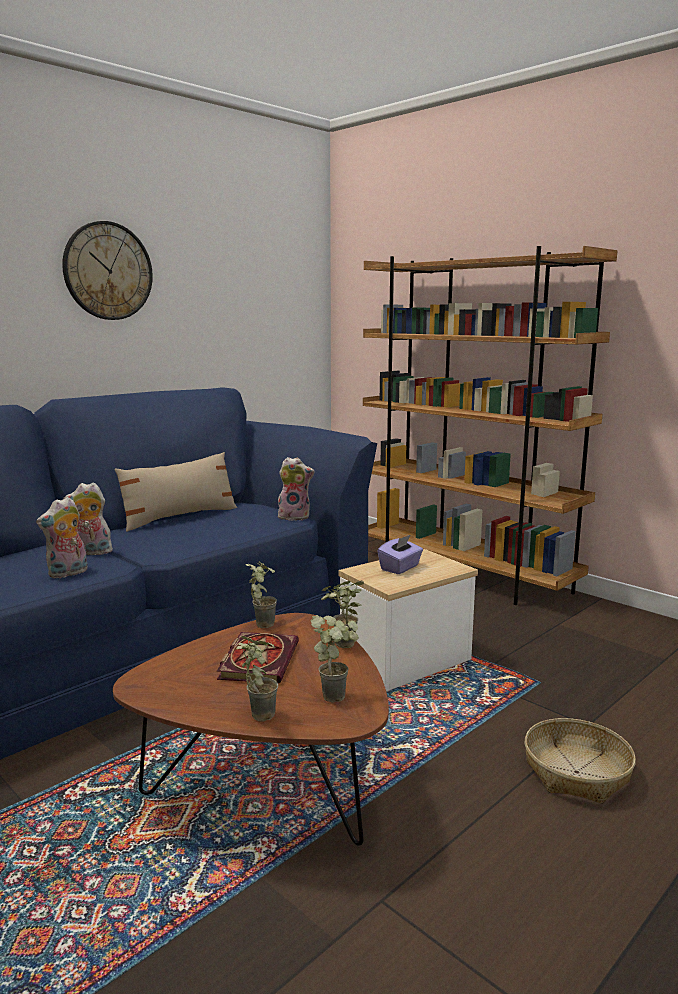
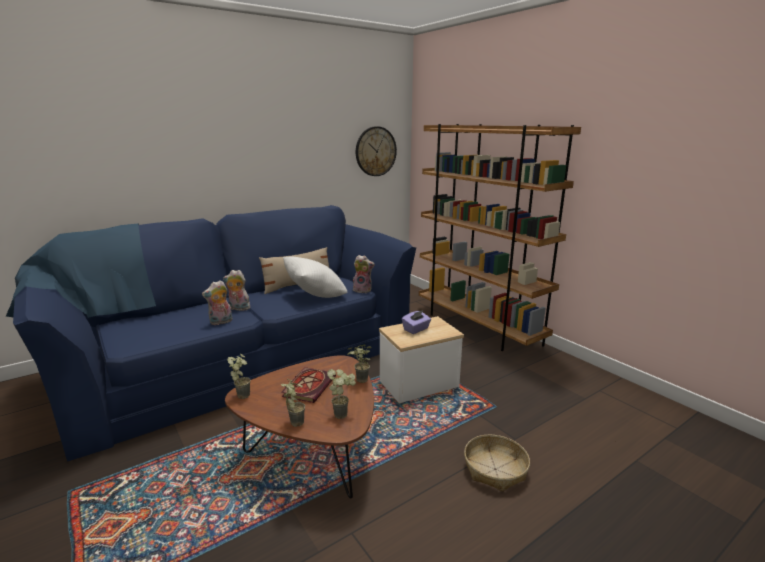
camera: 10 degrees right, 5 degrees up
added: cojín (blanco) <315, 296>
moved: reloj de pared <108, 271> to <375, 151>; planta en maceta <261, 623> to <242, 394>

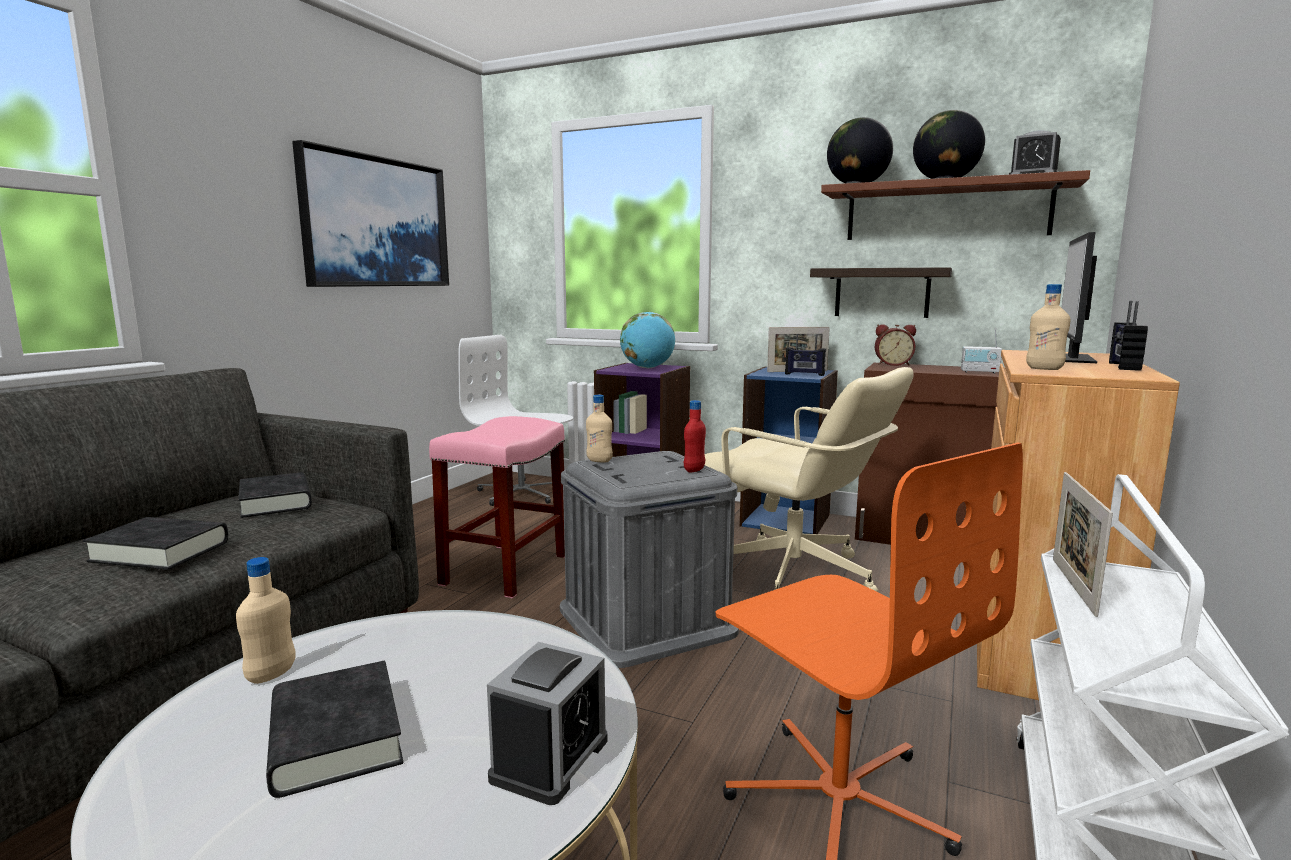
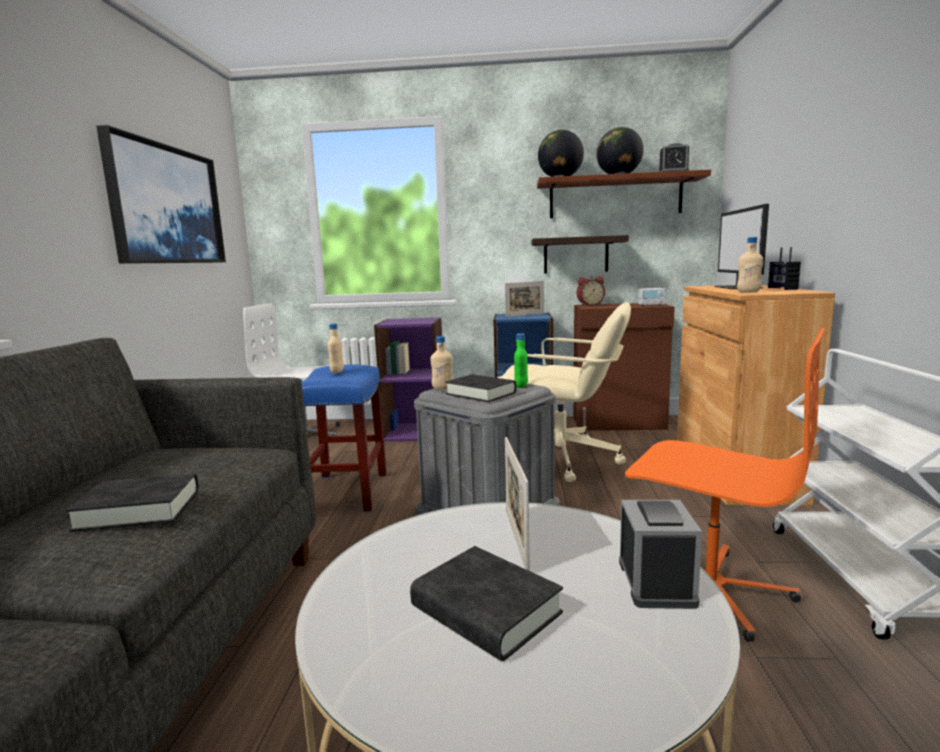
camera: 20 degrees left, 0 degrees up
removed: globo terráqueo <647, 368>; radio <804, 374>
moved: botella (beis) <271, 675> to <337, 372>; libro (negro) <276, 502> to <481, 393>; portarretratos <1073, 586> to <516, 540>
recoloured: taburete (rosa) <505, 570> to taburete (azul) <346, 493>; botella (rojo) <694, 470> to botella (verde) <521, 386>

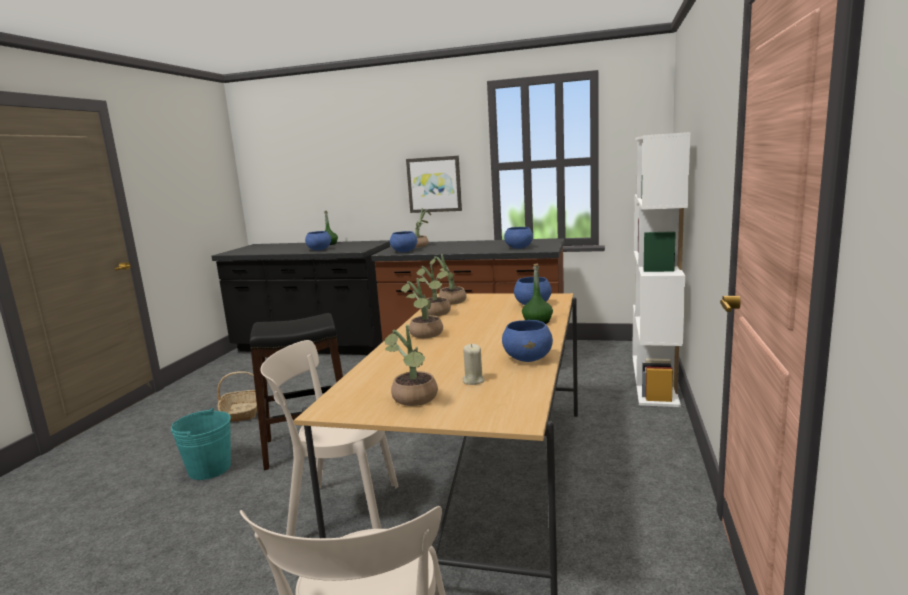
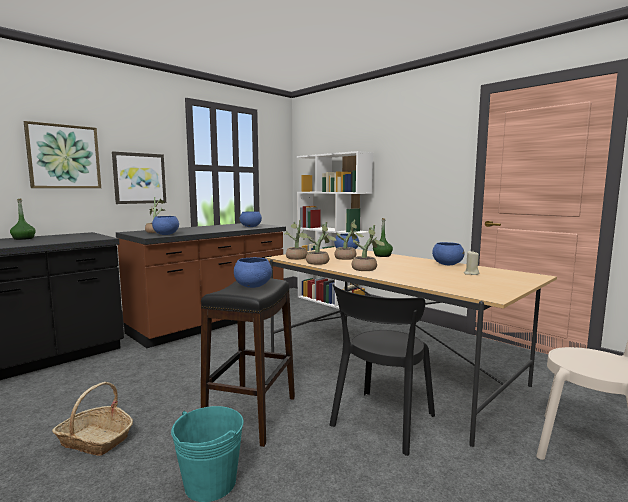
camera: 60 degrees left, 5 degrees down
added: cuadro <64, 157>
moved: cuenco (azul) <319, 249> to <252, 286>; planta en maceta <413, 400> to <347, 258>
recoloured: silla (beis) <339, 513> to silla (negro) <381, 423>

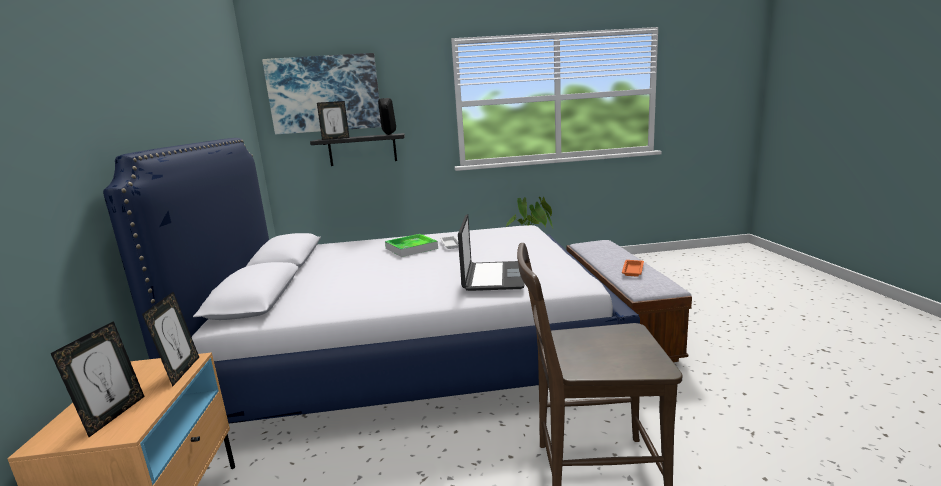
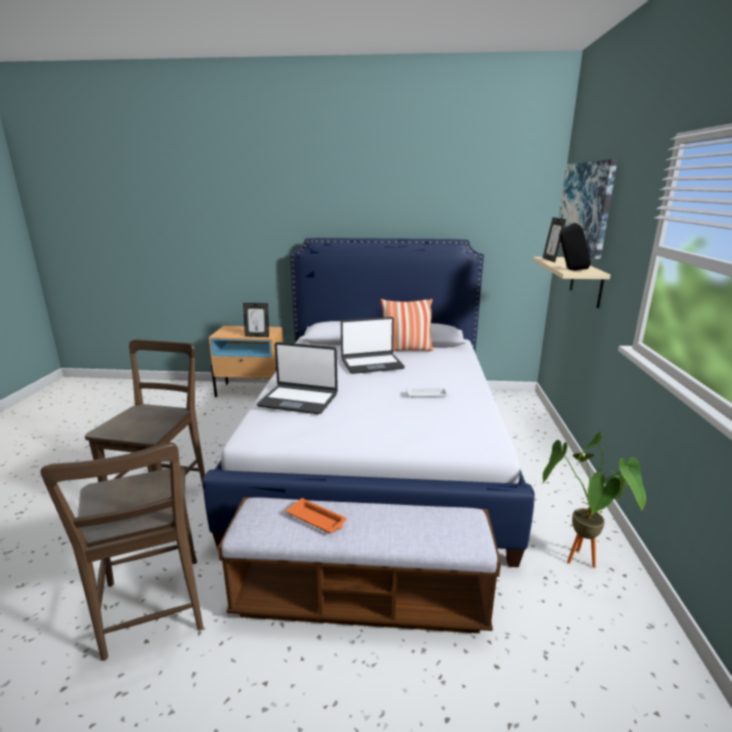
camera: 100 degrees right, 5 degrees up
removed: portarretratos <113, 415>; bandeja <411, 248>
added: silla (marrón) <153, 611>; portátil <372, 364>; cojín <406, 350>
recoloured: estante (negro) <362, 149> to estante (beis) <586, 281>

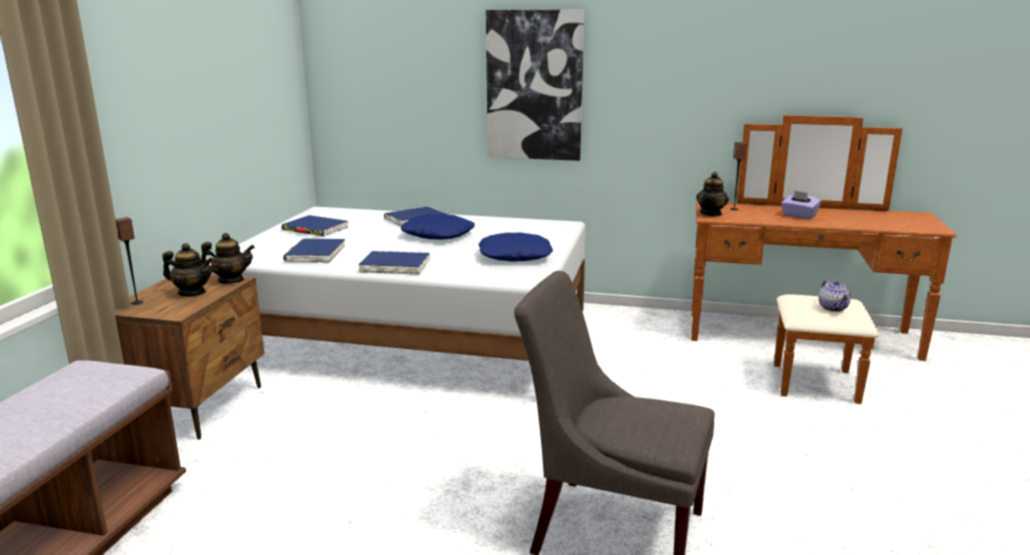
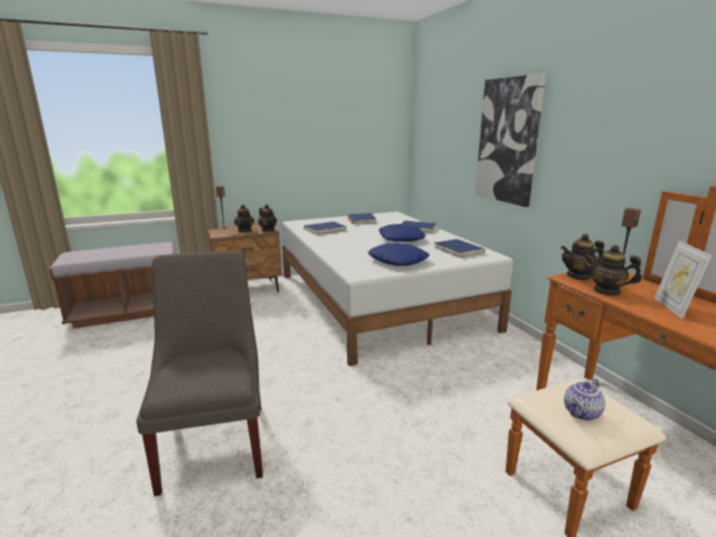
camera: 55 degrees right, 0 degrees up
added: tetera <606, 291>
moved: libro (azul) <395, 266> to <458, 250>
replaced: caja de pañuelos (morado) <799, 216> to portarretratos <673, 308>

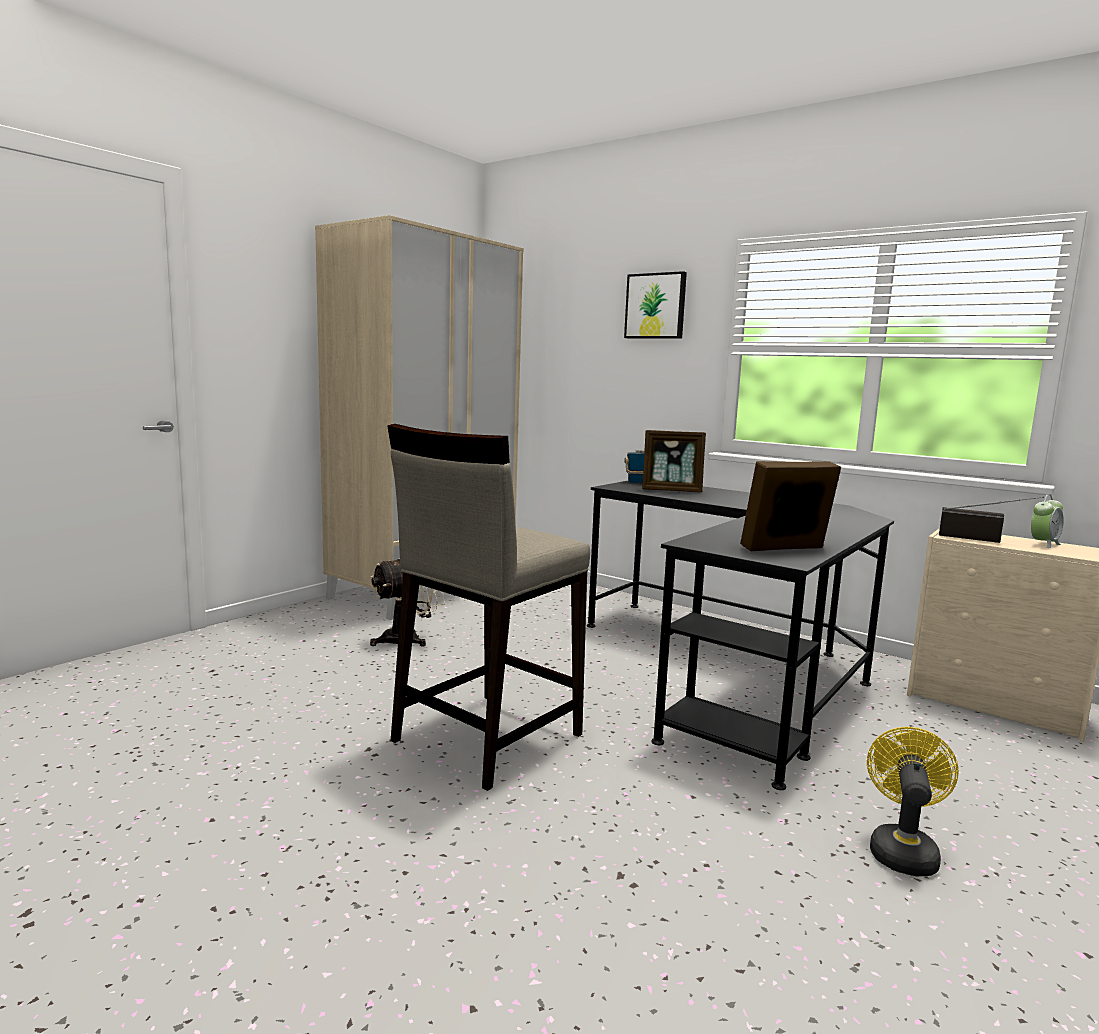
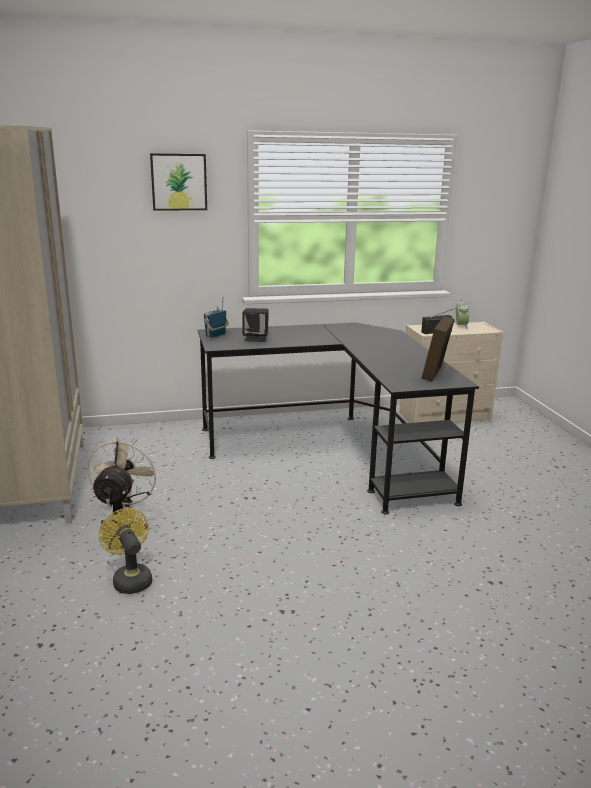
camera: 50 degrees left, 10 degrees up
removed: taburete (beis) <485, 737>
moved: ventilador (amarillo) <902, 850> to <130, 579>
replaced: portarretratos <671, 491> to altavoz (negro) <256, 338>

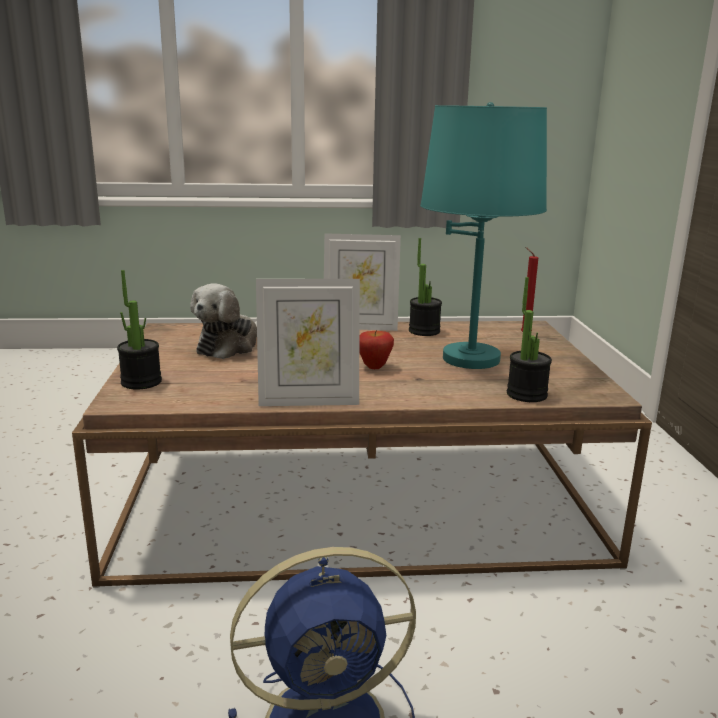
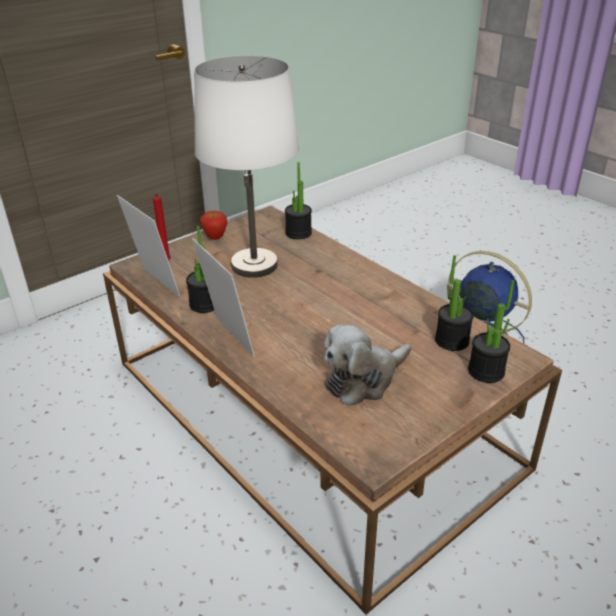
camera: 125 degrees left, 15 degrees up
added: planta en maceta <452, 341>
moved: portarretratos <309, 401> to <155, 285>; manzana <374, 367> to <215, 238>
recoloured: lámpara de mesa (turquesa) <471, 359> to lámpara de mesa (blanco) <253, 265>
turned: peluche <230, 346> = <363, 379> 150 degrees clockwise

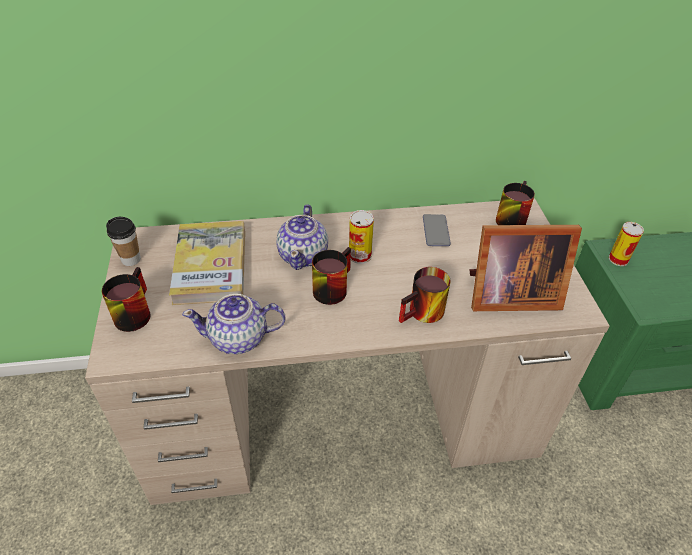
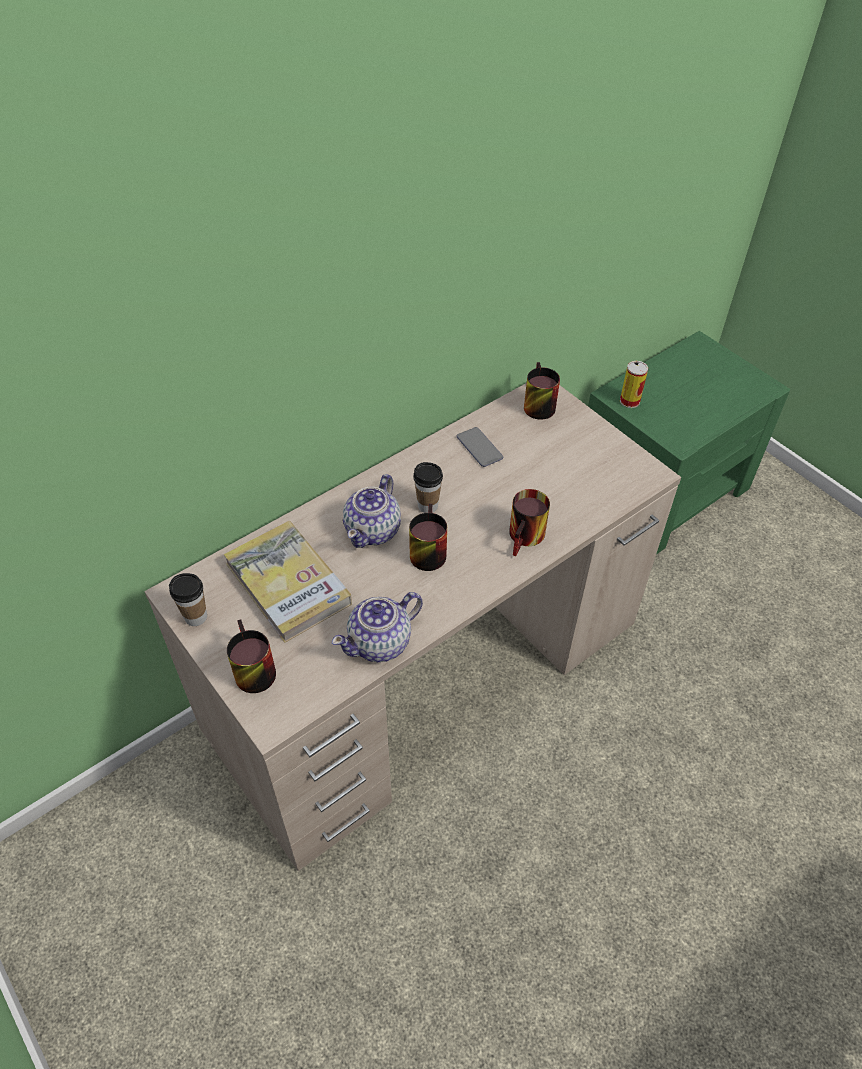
camera: 30 degrees left, 5 degrees up
removed: portarretratos <508, 295>
replaced: lata <360, 255> to taza <427, 506>
turned: tetera <303, 255> = <373, 530> 45 degrees clockwise

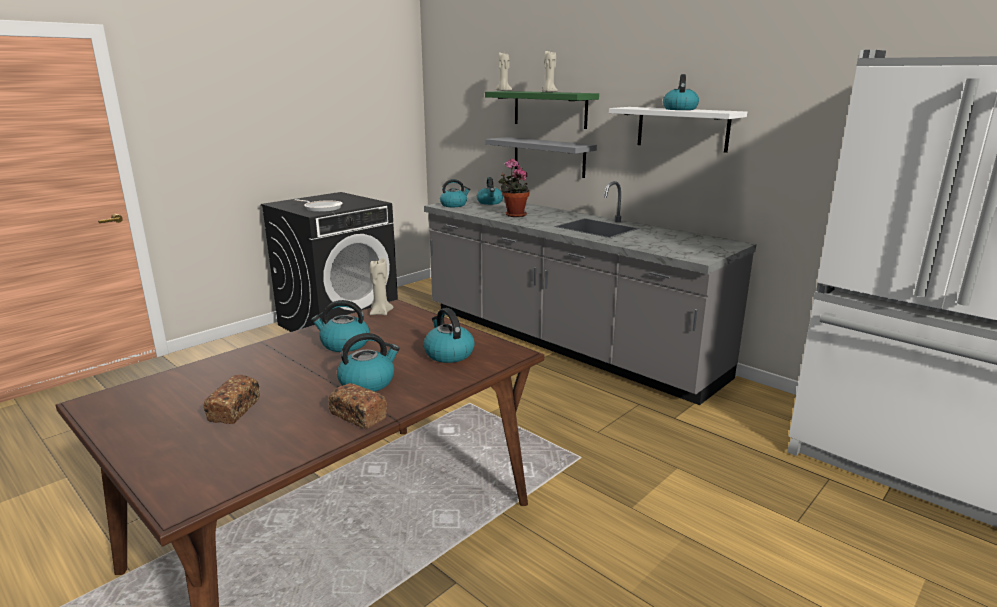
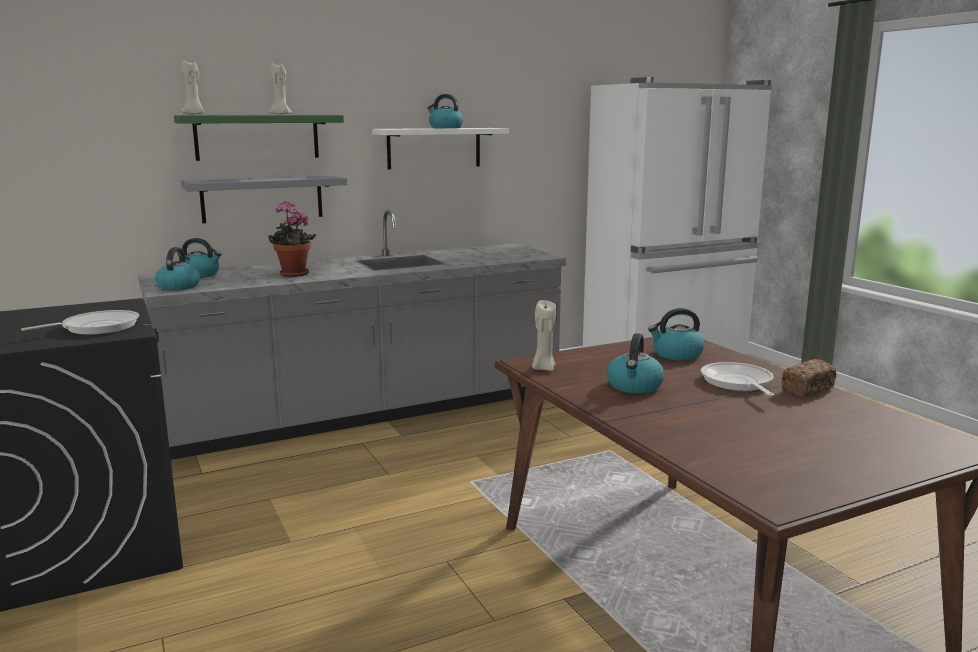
camera: 70 degrees left, 5 degrees down
removed: pan <235, 410>
replaced: hervidor <368, 382> to sartén <737, 383>

